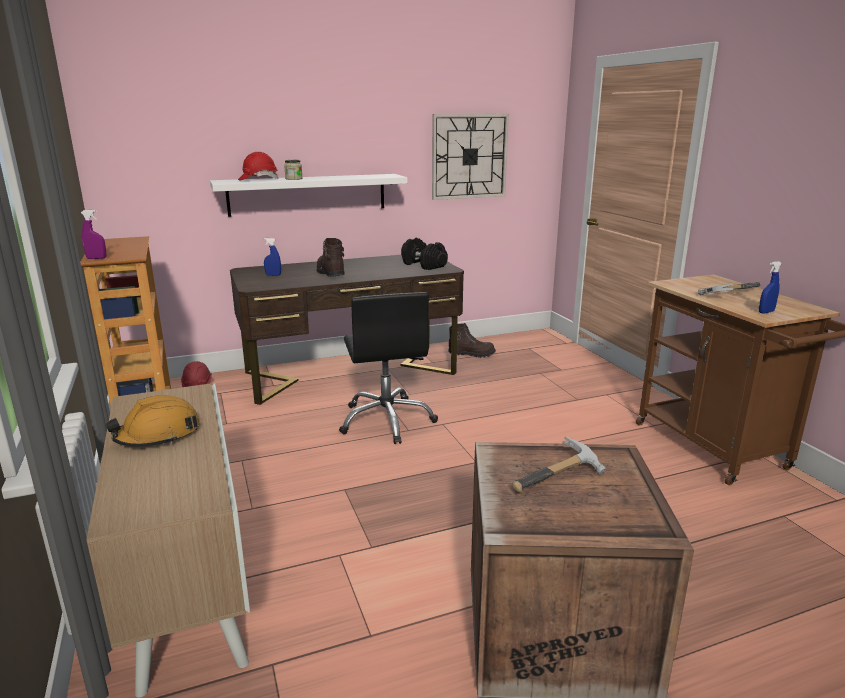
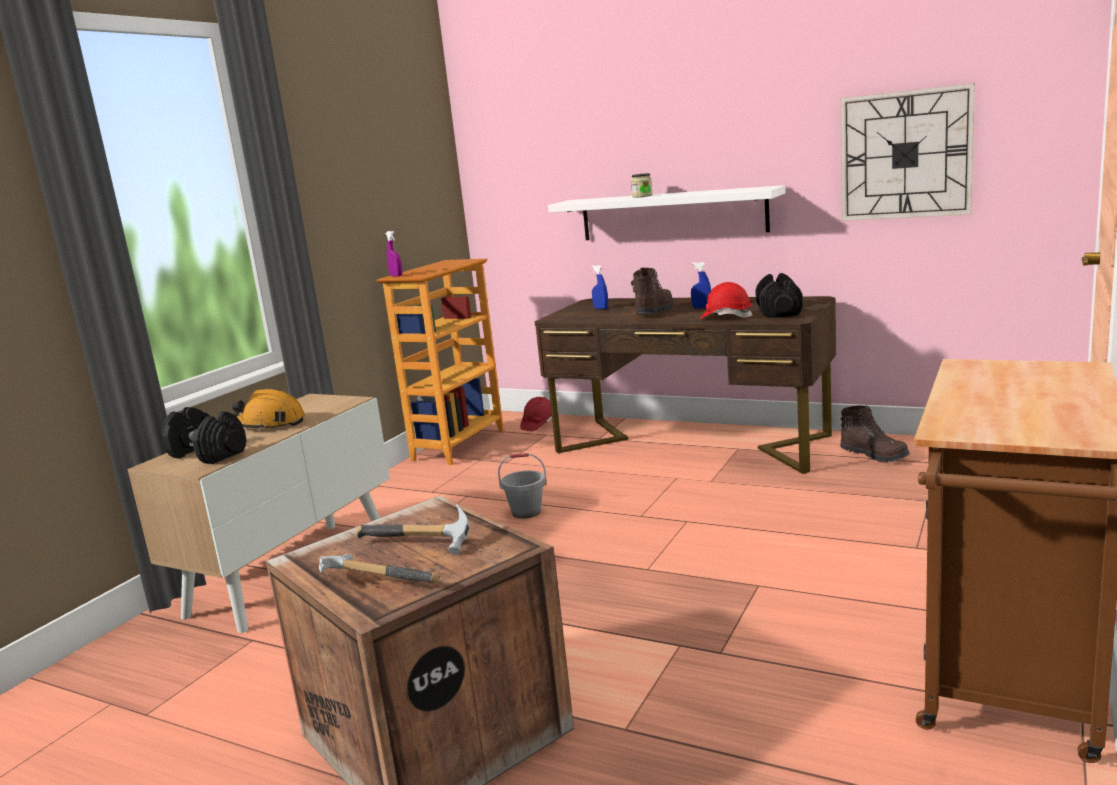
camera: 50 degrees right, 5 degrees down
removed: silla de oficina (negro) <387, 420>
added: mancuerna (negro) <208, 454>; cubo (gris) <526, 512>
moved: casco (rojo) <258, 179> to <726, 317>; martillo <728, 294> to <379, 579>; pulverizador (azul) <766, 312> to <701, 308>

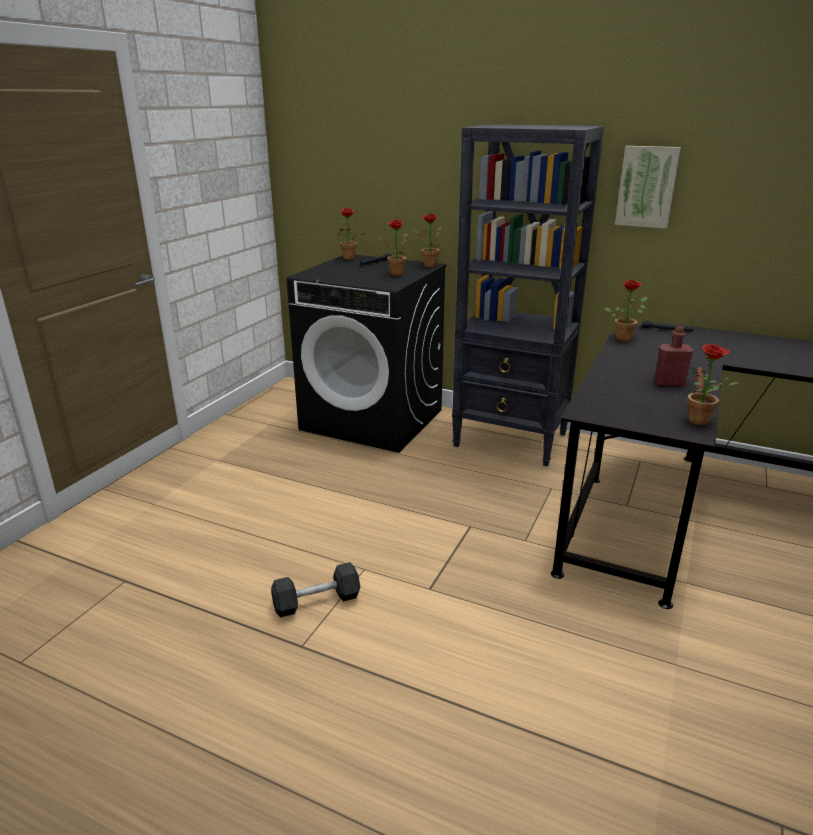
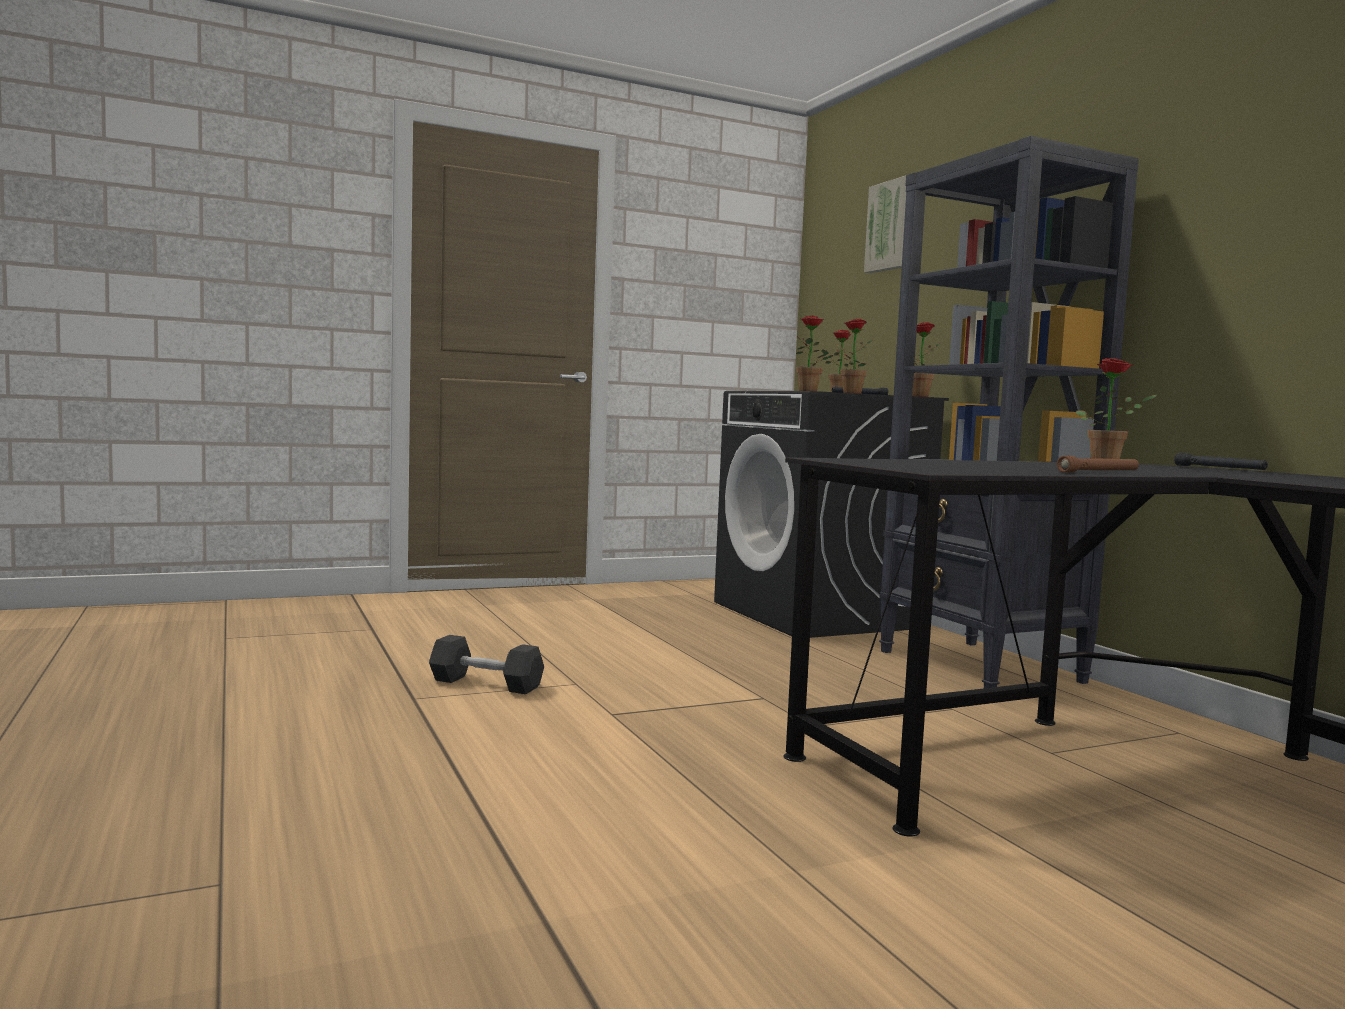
camera: 40 degrees right, 20 degrees down
removed: botella (rojo) <669, 383>
moved: cuadro <647, 186> to <890, 226>; planta en maceta <703, 422> to <809, 391>

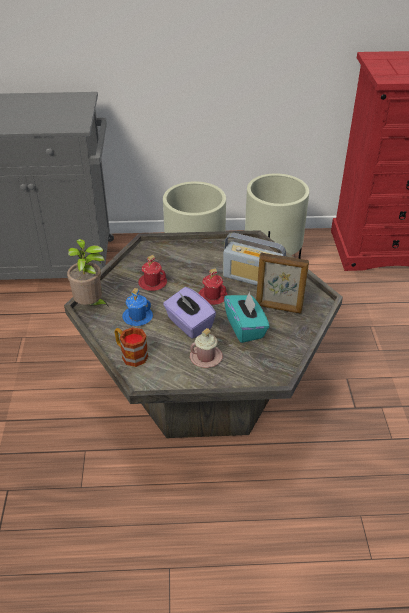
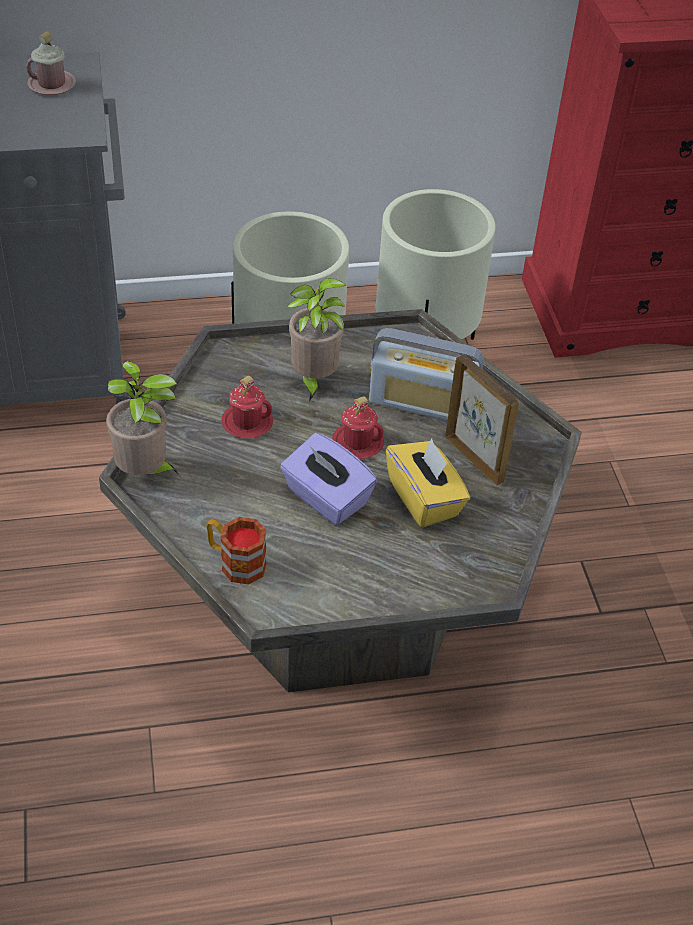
camera: 10 degrees left, 5 degrees up
removed: taza grande (azul) <137, 317>
added: planta en maceta <313, 380>
moved: taza grande (rosa) <206, 357> to <52, 85>
recoloured: caja de pañuelos (turquesa) <245, 328> to caja de pañuelos (amarillo) <424, 499>
turned: portarretratos <278, 308> = <475, 458> 135 degrees counterclockwise

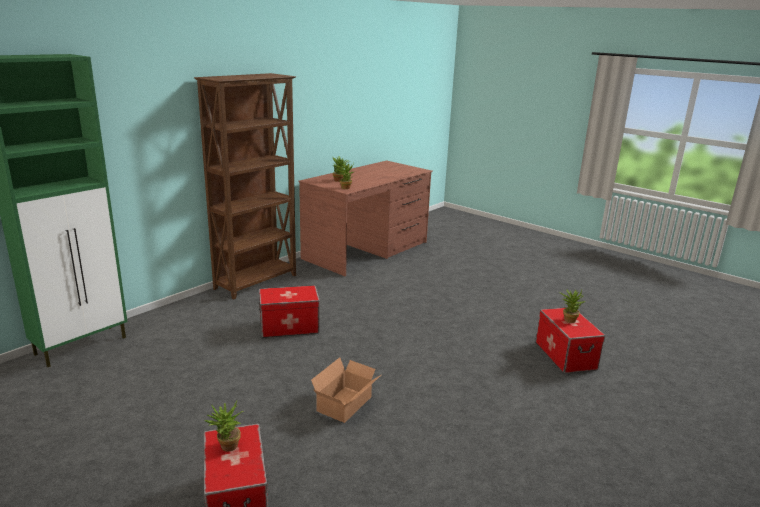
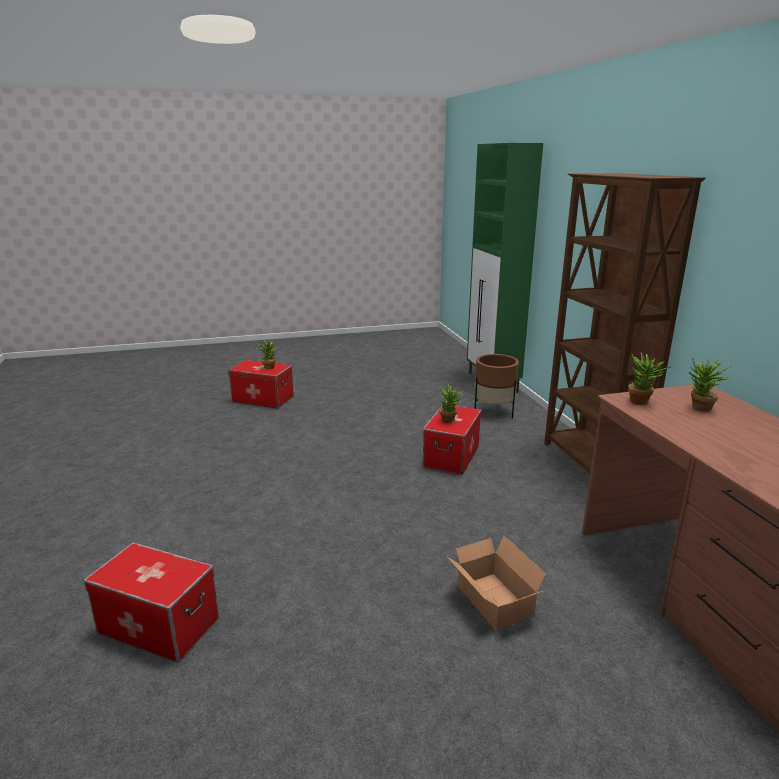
camera: 125 degrees right, 0 degrees up
added: maceta (marrón) <493, 412>
moved: caja de cartón <347, 404> to <493, 602>; planta en maceta <568, 319> to <450, 421>

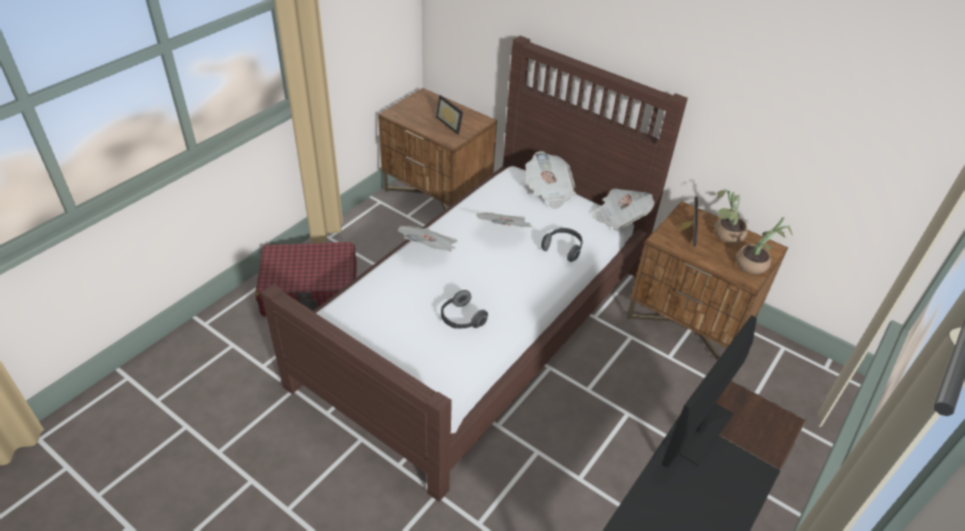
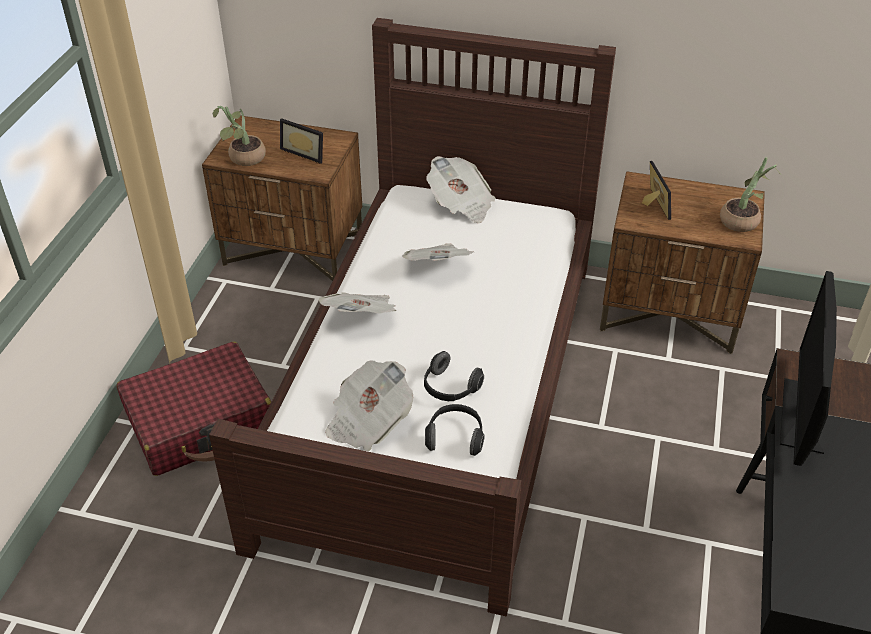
camera: 20 degrees left, 0 degrees up
moved: auriculares <563, 249> to <455, 437>; periódico <620, 216> to <368, 421>; planta en maceta <725, 235> to <243, 159>

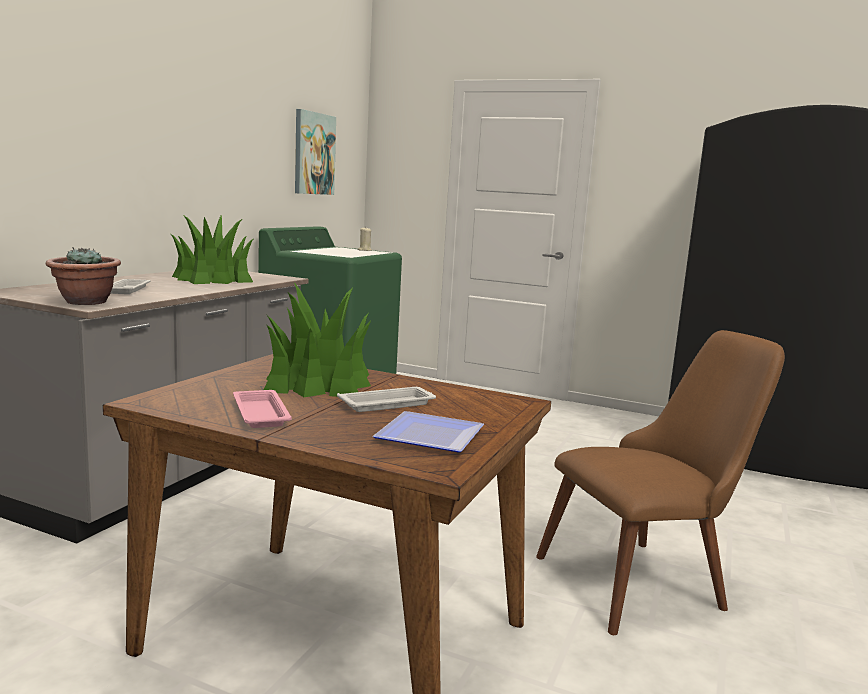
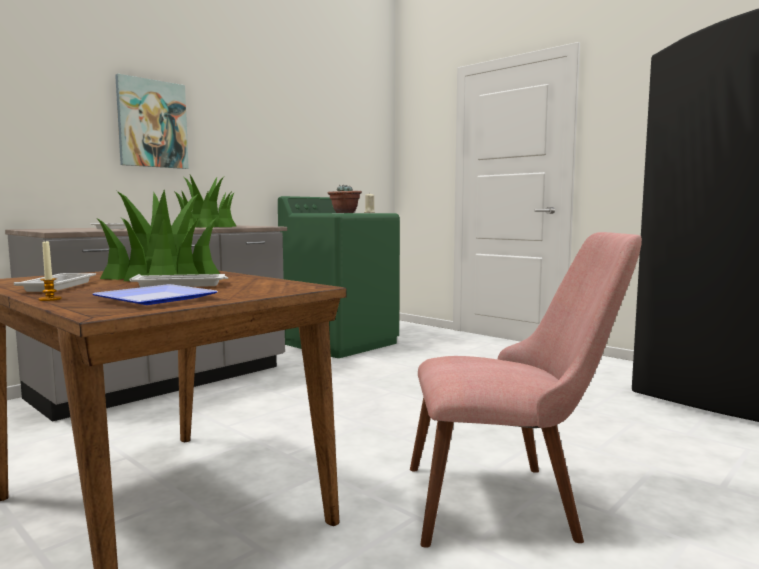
camera: 20 degrees right, 5 degrees down
added: vela <50, 299>
moved: planta en maceta <86, 302> to <344, 213>; cuadro <313, 153> to <152, 124>
recoloured: bandeja (rosa) <260, 413> to bandeja (blanco) <59, 286>; silla (marrón) <647, 579> to silla (rosa) <512, 501>

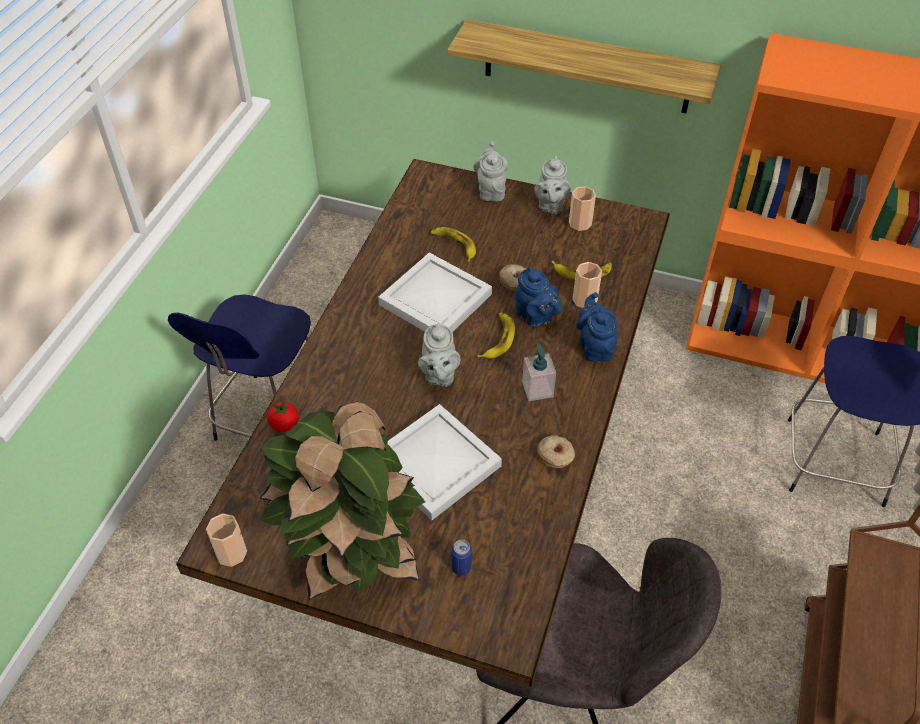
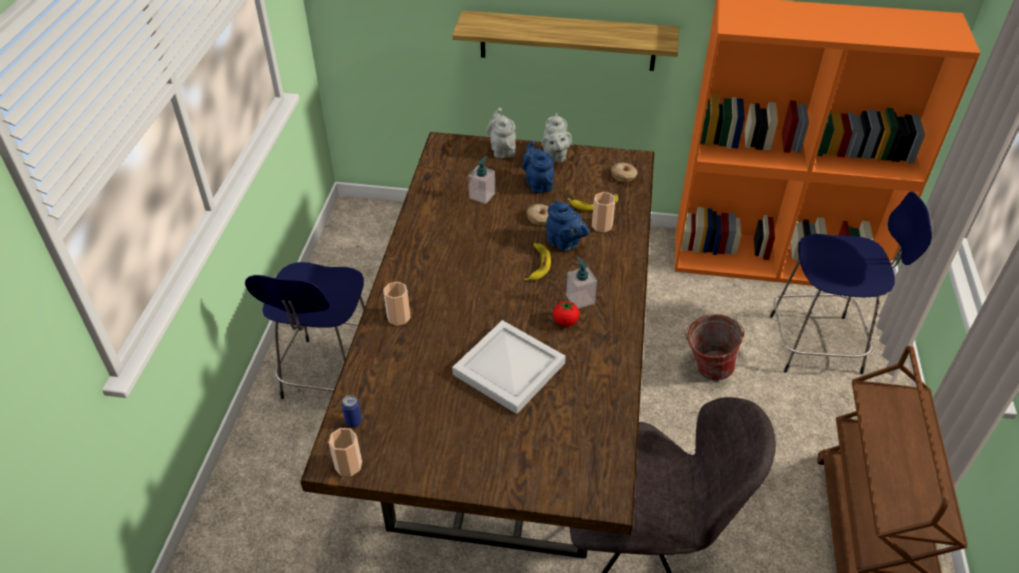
camera: 10 degrees left, 5 degrees down
removed: planta en maceta <352, 559>; bandeja (blanco) <433, 299>; tetera (gris) <439, 375>
added: cubo <706, 370>
moved: tomate <284, 425> to <565, 321>; lata <461, 567> to <353, 422>; rosquilla <556, 455> to <623, 176>; taza <580, 223> to <398, 317>; tetera (azul) <595, 347> to <538, 184>
replaced: plátano <454, 245> to dispensador de jabón <482, 196>

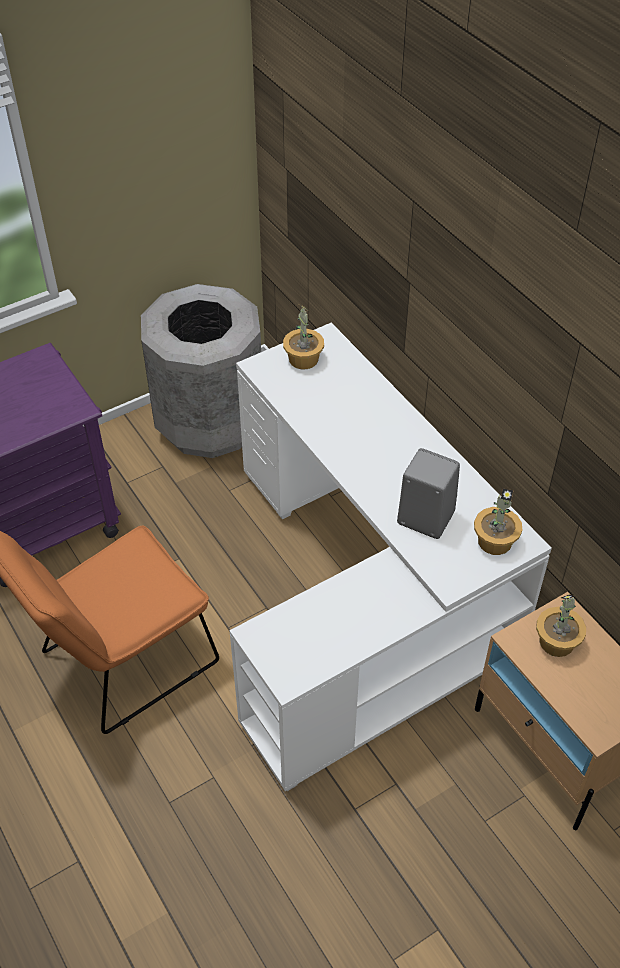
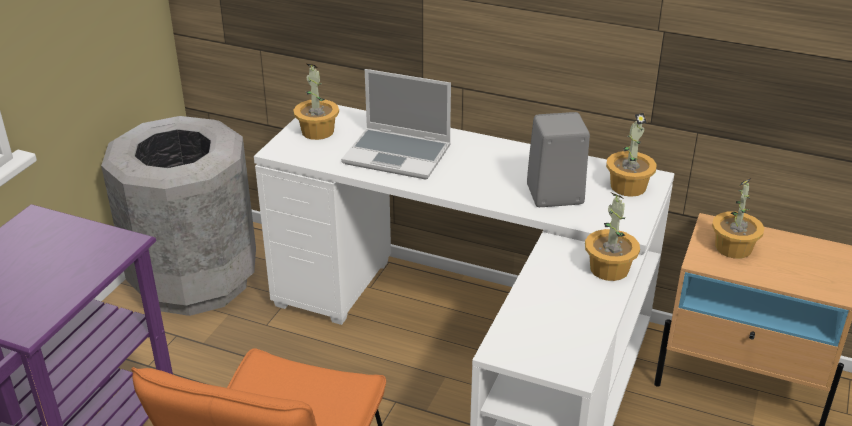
camera: 35 degrees left, 15 degrees down
added: portátil <399, 155>; planta en maceta <608, 269>

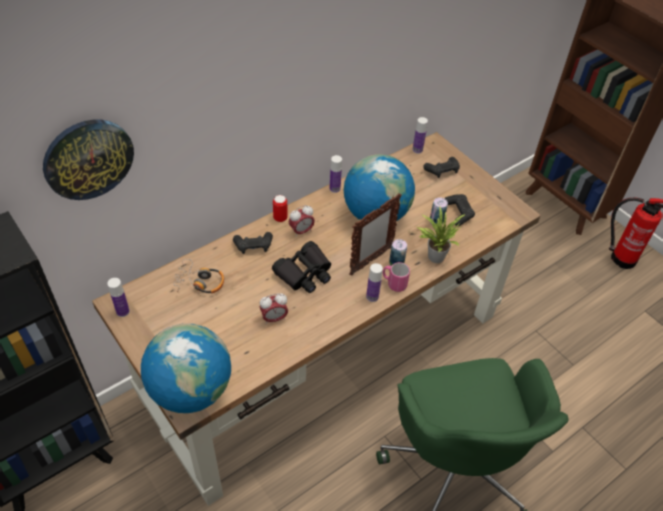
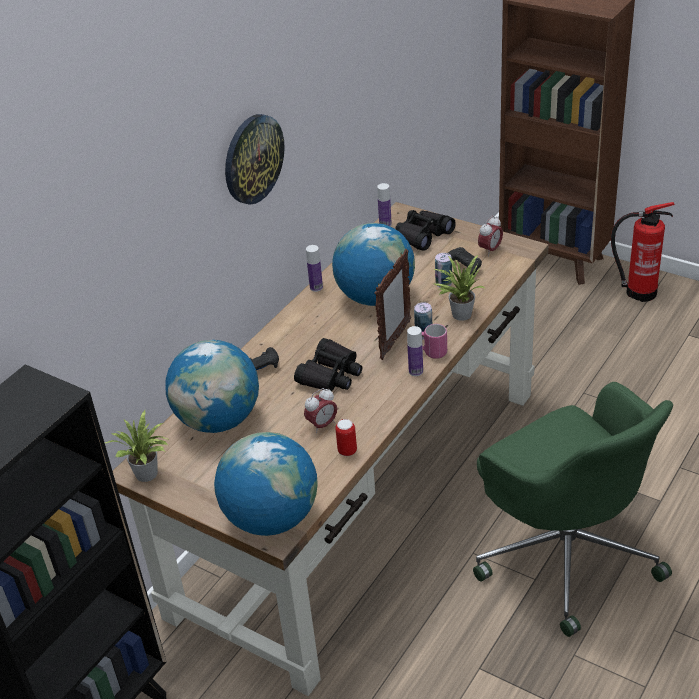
camera: 15 degrees left, 10 degrees down
moved: reloj de pared <88, 158> to <252, 158>; lata <280, 218> to <347, 451>; despertador <301, 231> to <490, 250>
replaced: botella <123, 311> to planta en maceta <148, 475>; auriculares <199, 282> to globo terráqueo <218, 420>; mando de consola (negro) <442, 171> to prismáticos (negro) <423, 235>

